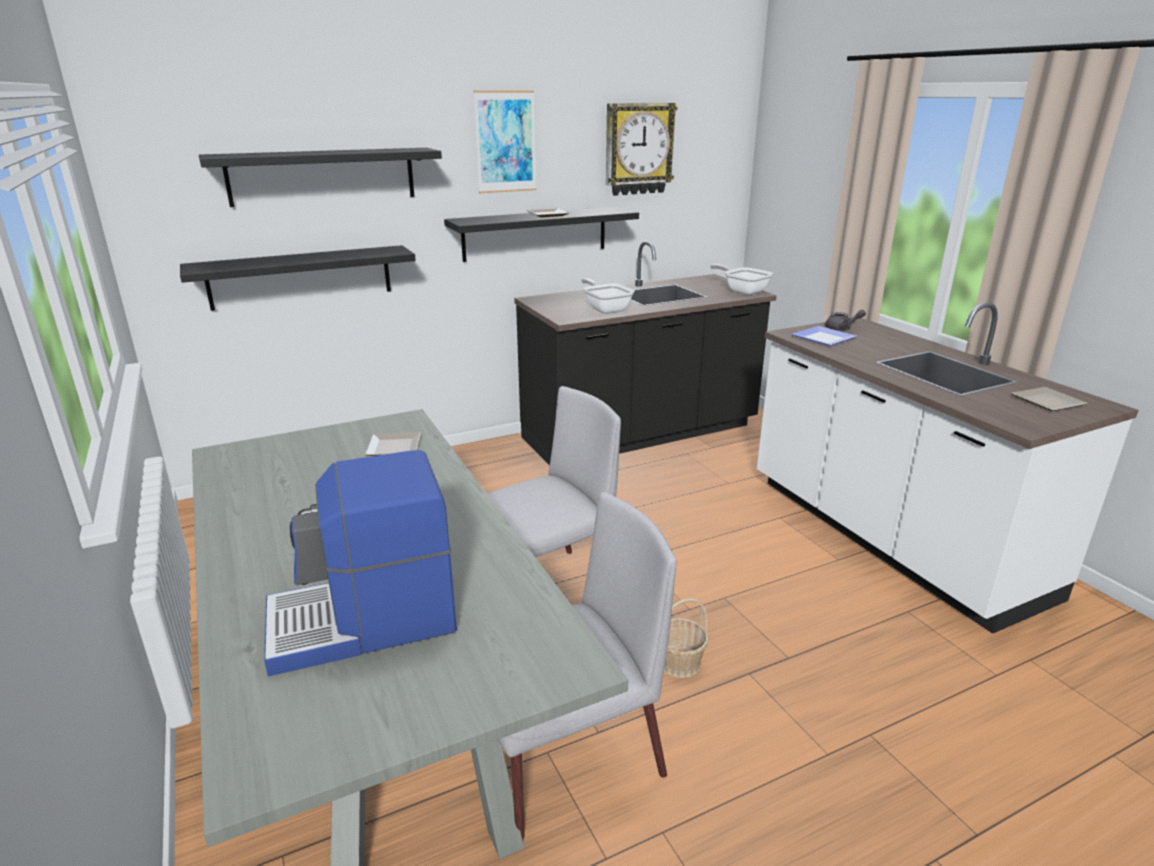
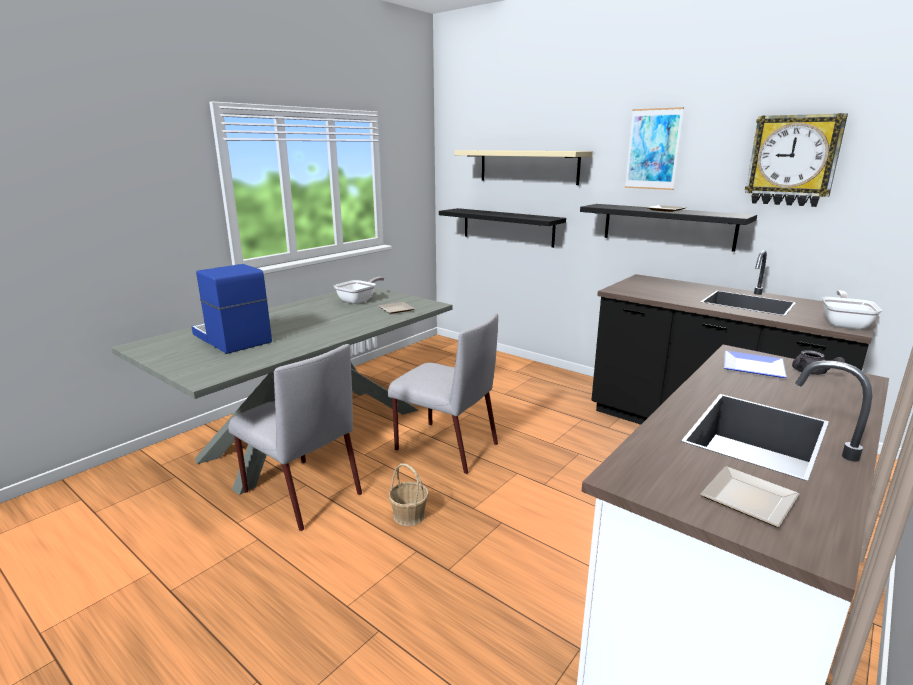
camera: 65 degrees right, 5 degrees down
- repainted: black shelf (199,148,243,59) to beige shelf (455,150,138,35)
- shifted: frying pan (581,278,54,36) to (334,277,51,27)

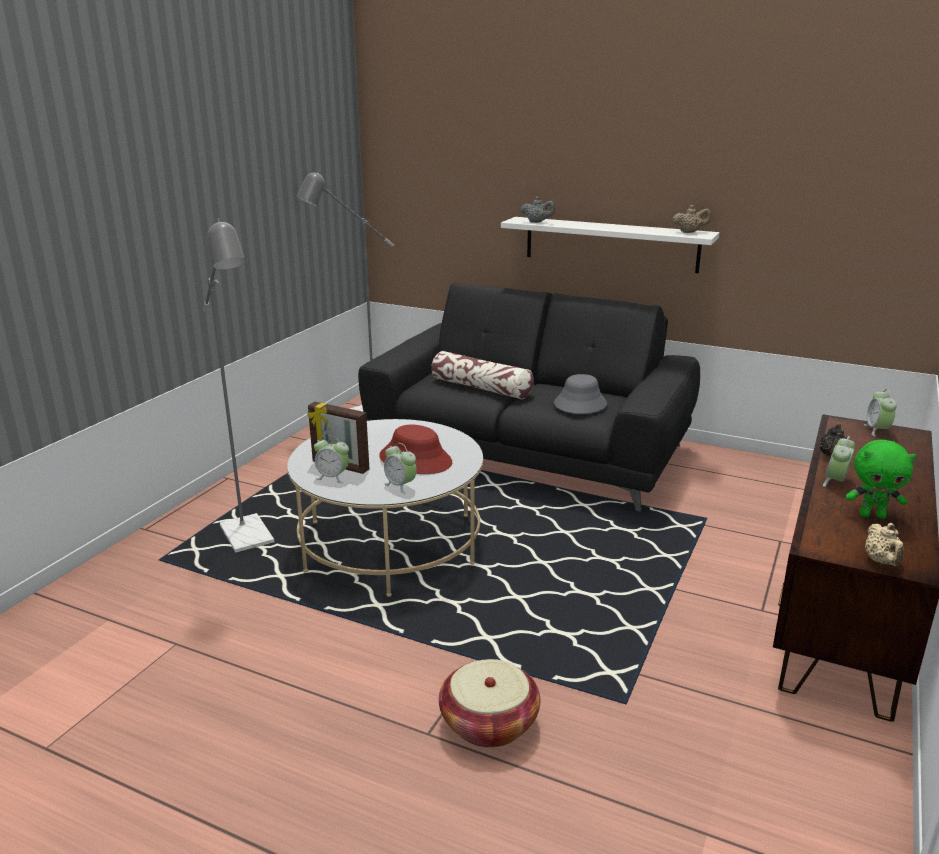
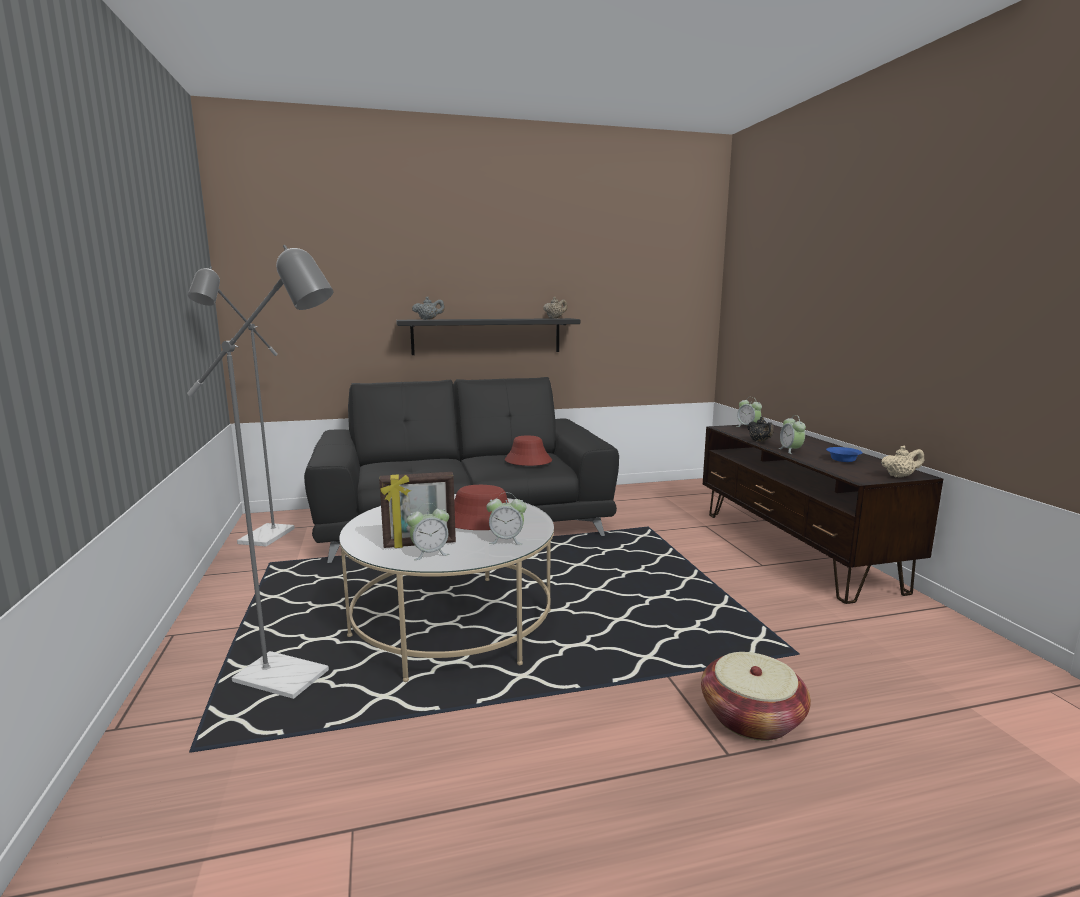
camera: 40 degrees left, 10 degrees down
- gone: pillow (431,351,103,48)
- repainted: white shelf (501,217,218,56) to black shelf (396,318,184,37)
- repainted: grey hat (554,374,53,40) to red hat (505,436,47,30)
- swapped: green plush toy (846,440,70,79) to blue bowl (826,447,37,15)
- rotated: beige teapot (865,523,39,43) = (881,446,43,32) 60 degrees counterclockwise

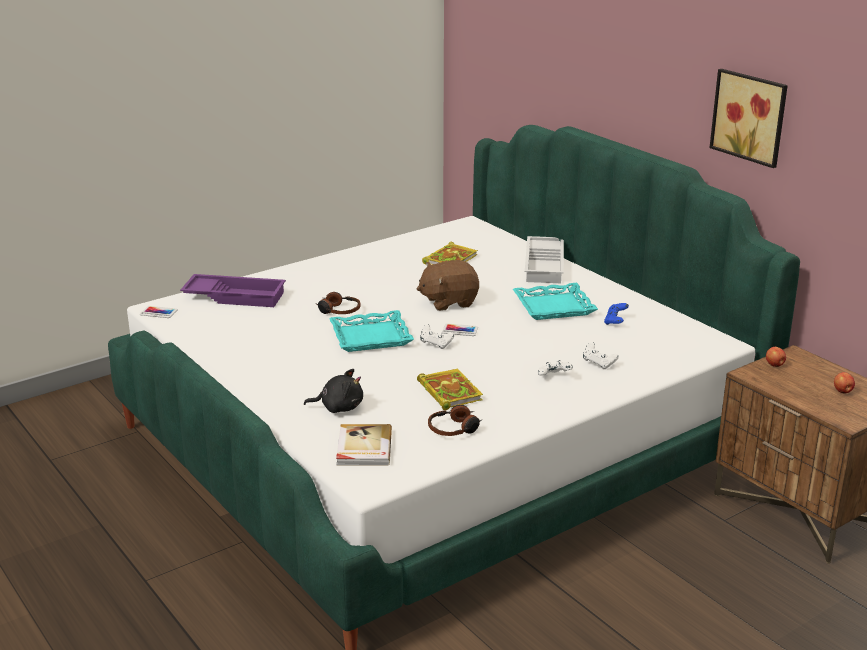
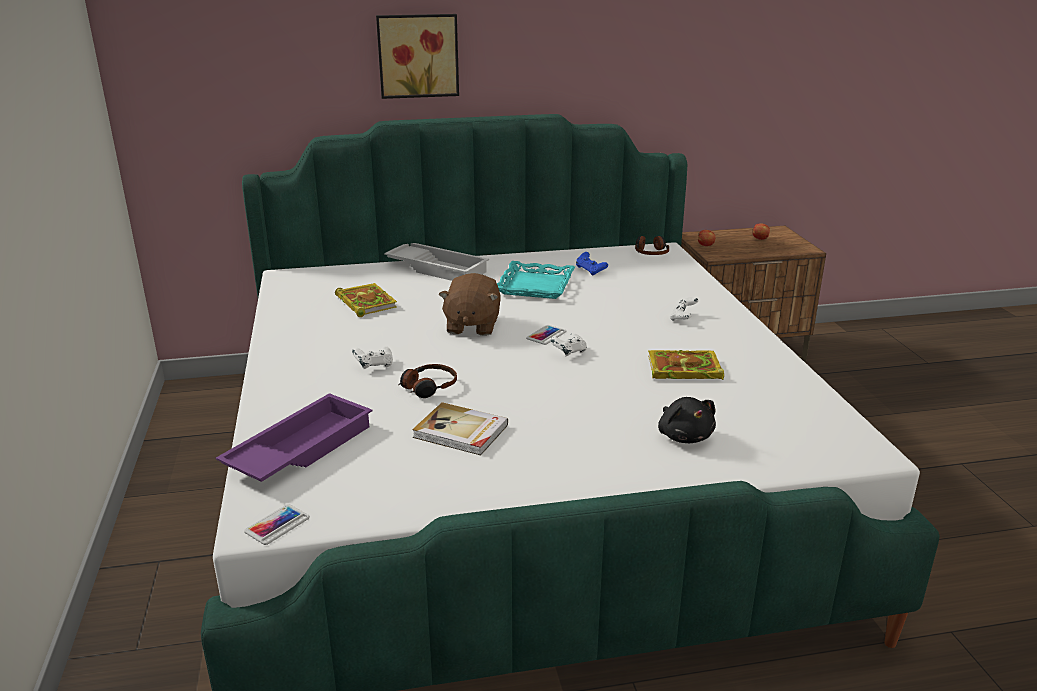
camera: 65 degrees left, 0 degrees up
- rotated: black plush toy (304,369,59,44) = (658,397,58,46) 135 degrees clockwise
- gone: turquoise tray (329,310,85,42)
- shifted: book (336,424,56,42) to (412,402,96,53)
- shifted: headphones (428,405,54,31) to (635,236,34,19)
- shifted: white game controller (583,342,36,27) to (352,346,41,23)
- shifted: picture (710,69,78,99) to (376,14,83,85)

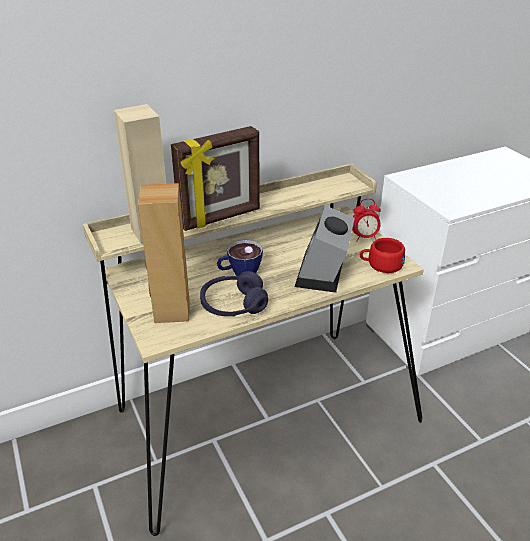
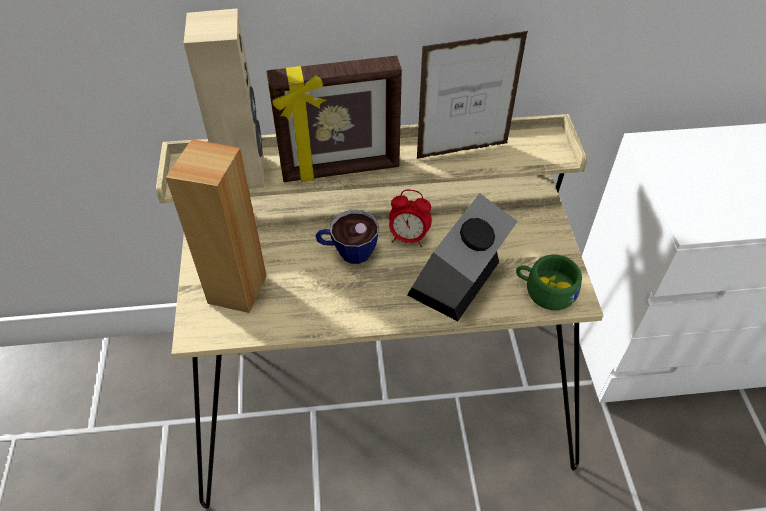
camera: 20 degrees right, 15 degrees up
- gone: purple headphones (200,271,68,46)
- shifted: alarm clock (352,199,29,42) to (389,190,43,57)
- repainted: red cup (360,238,45,35) to green cup (516,254,66,56)
- new: picture frame (417,31,111,128)

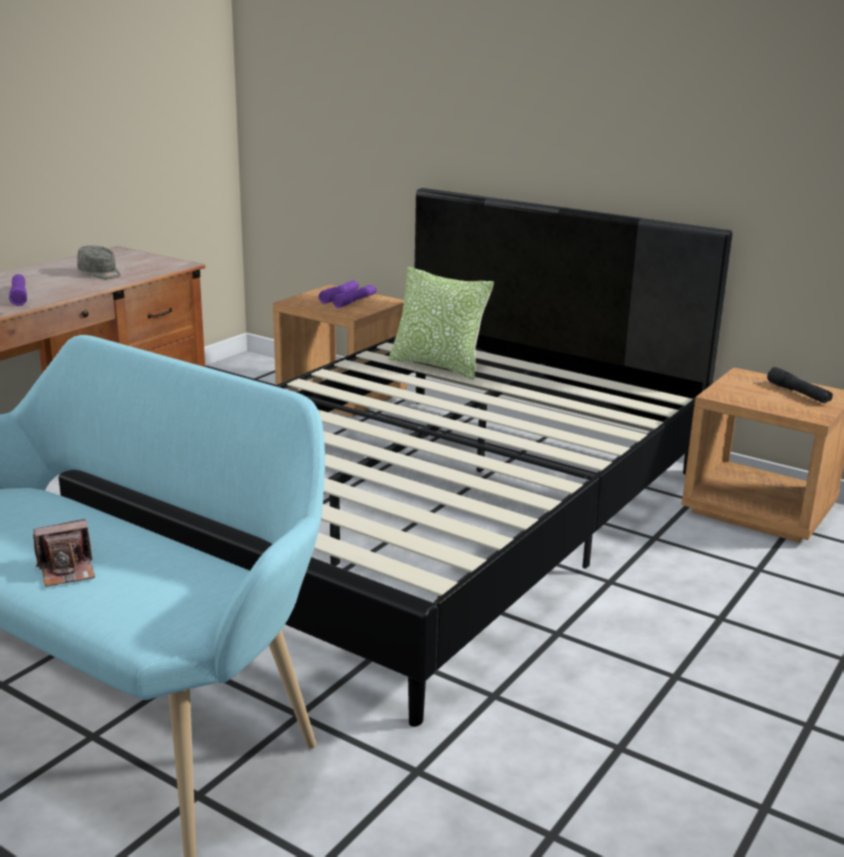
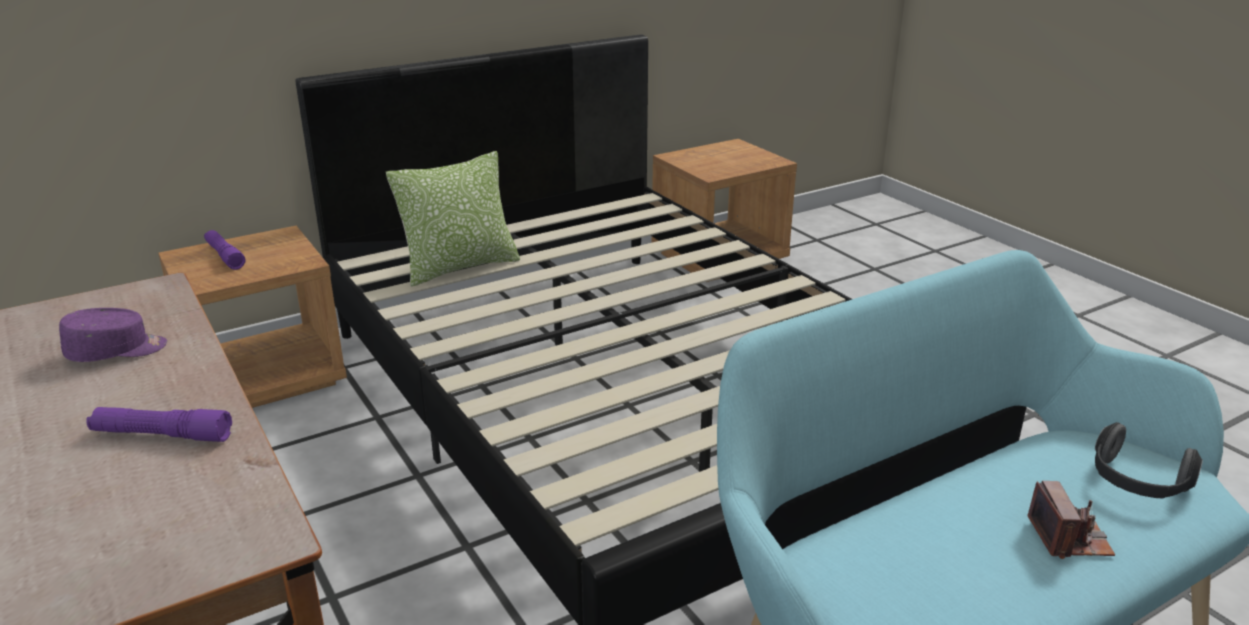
camera: 65 degrees left, 5 degrees up
- repainted: grey cap (77,245,44,34) to purple cap (59,308,108,54)
- gone: purple flashlight (332,285,45,23)
- gone: black flashlight (767,367,66,36)
- new: headphones (1095,422,108,76)

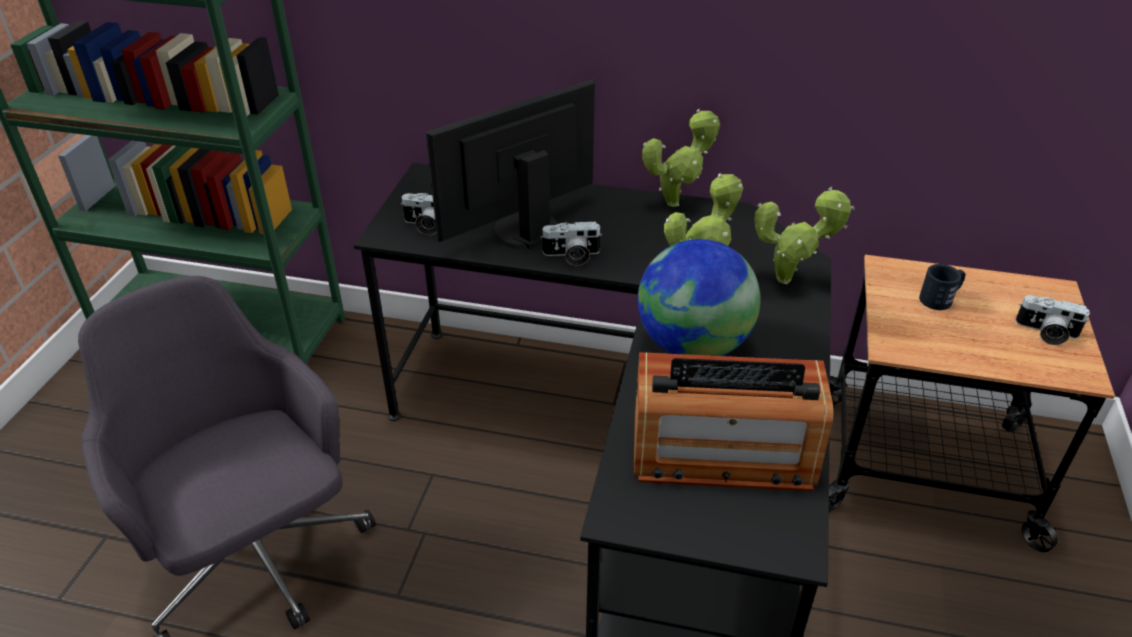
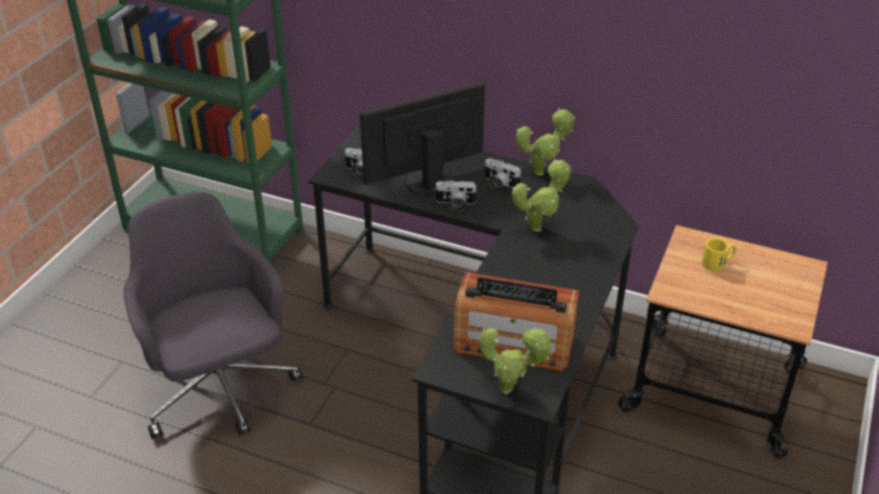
camera: 10 degrees right, 0 degrees up
- gone: globe (638,239,123,117)
- shifted: potted plant (754,187,101,97) to (480,327,74,67)
- repainted: black mug (919,264,46,46) to yellow mug (702,238,34,33)
- shifted: photo camera (1015,295,75,50) to (485,158,36,33)

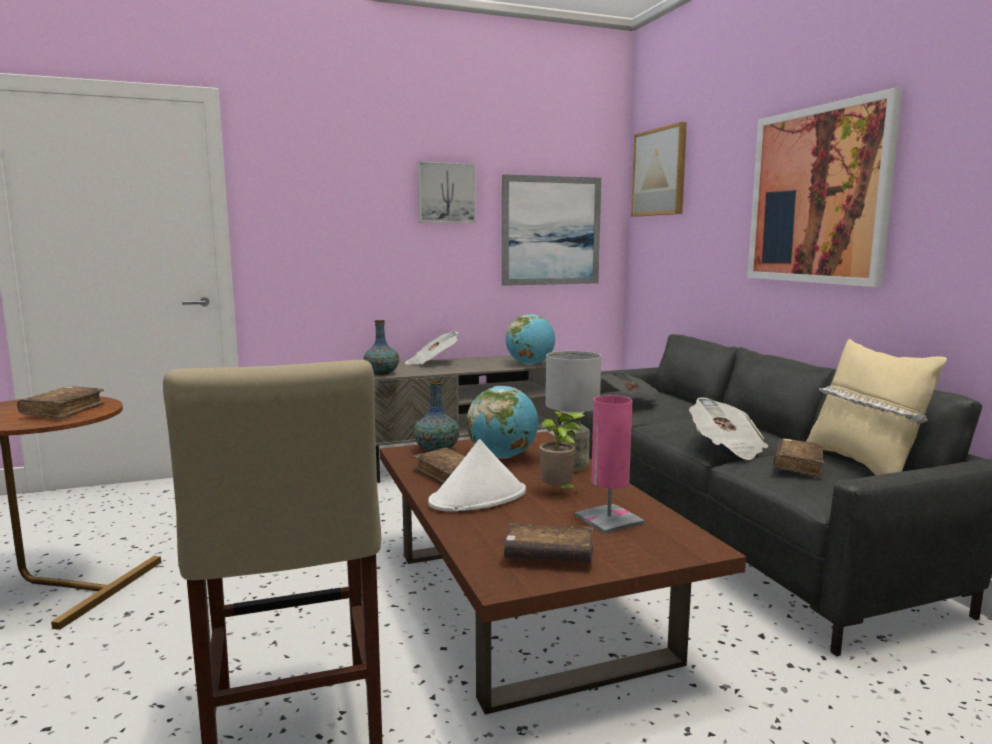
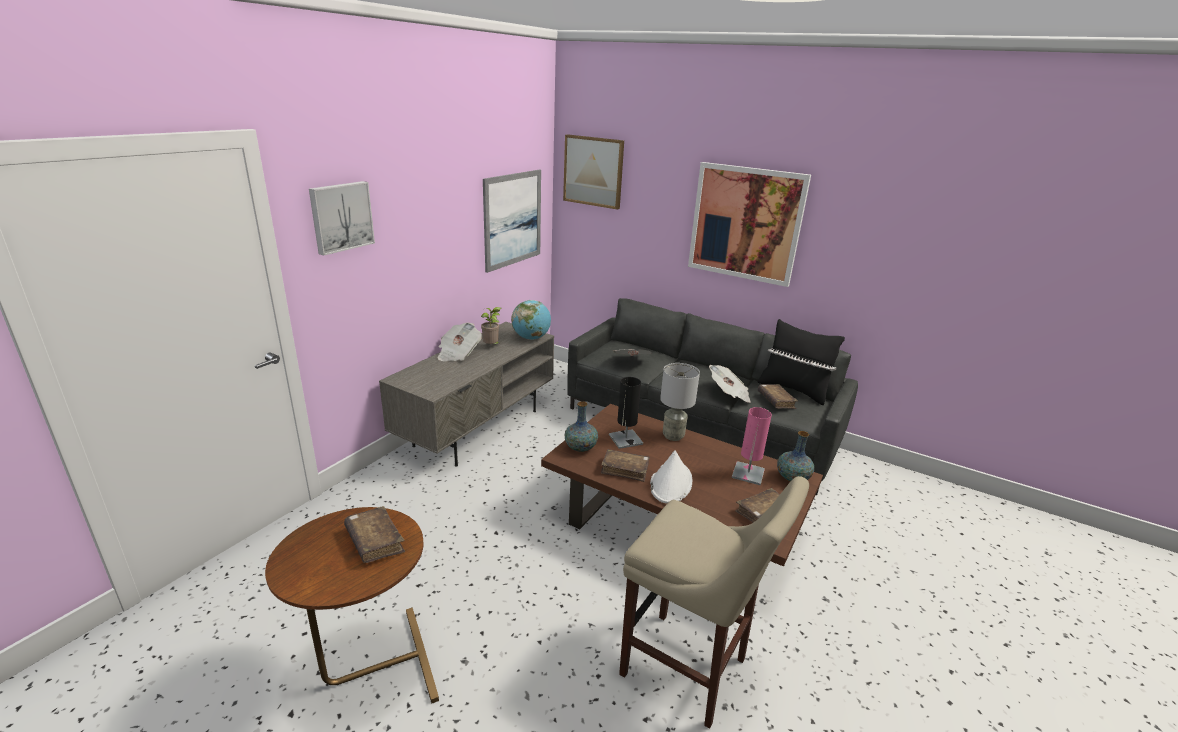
camera: 40 degrees left, 15 degrees up
- shifted: vase (363,320,36,55) to (777,431,37,51)
- shifted: picture (418,161,58,62) to (309,181,66,75)
- swapped: globe (467,386,71,72) to black table lamp (609,377,34,72)
- shifted: potted plant (539,412,46,78) to (481,307,20,37)
- repainted: beige pillow (806,339,141,136) to black pillow (757,319,88,86)

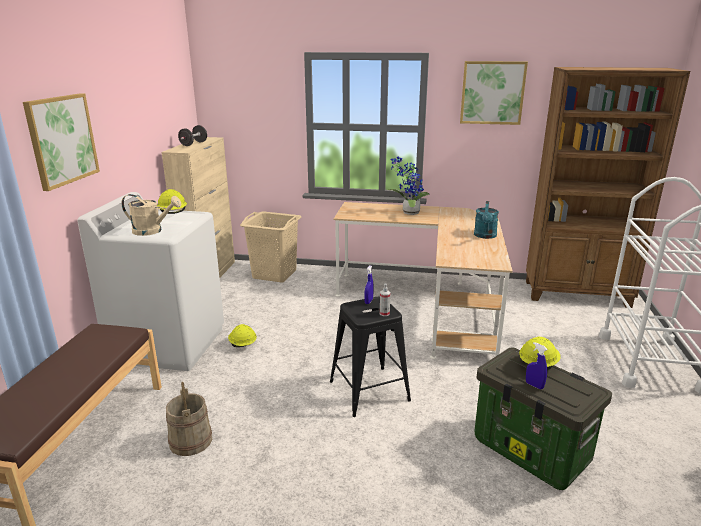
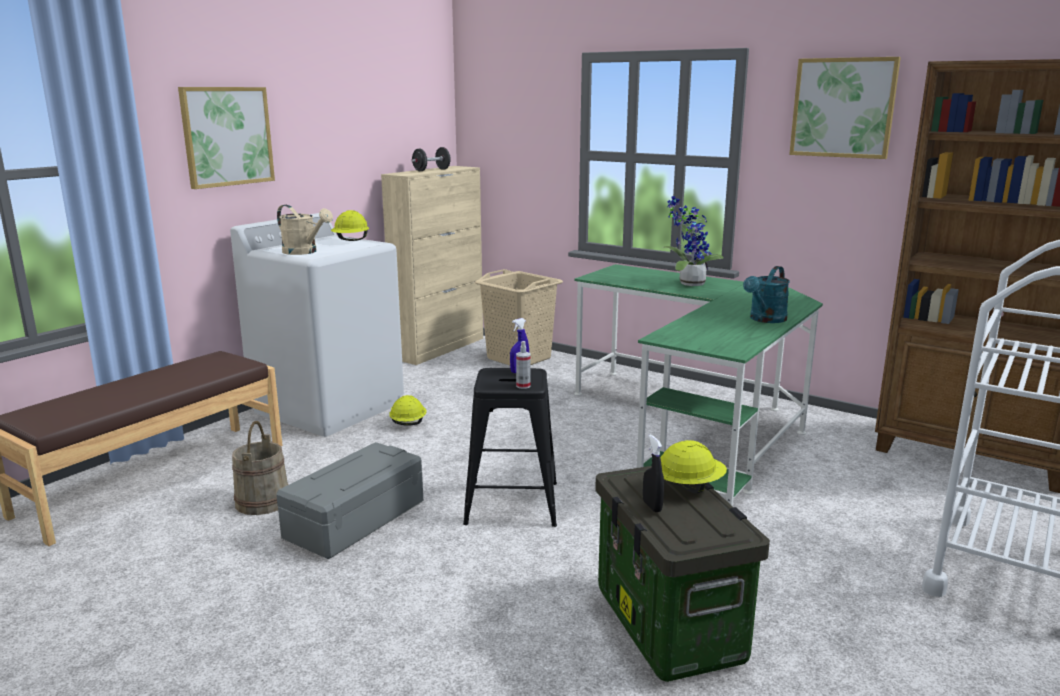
camera: 25 degrees right, 5 degrees down
- repainted: beige desk (334,202,179,157) to green desk (574,264,249,242)
- repainted: blue spray bottle (526,342,21,47) to black spray bottle (643,434,21,78)
- new: grey storage box (276,442,147,117)

